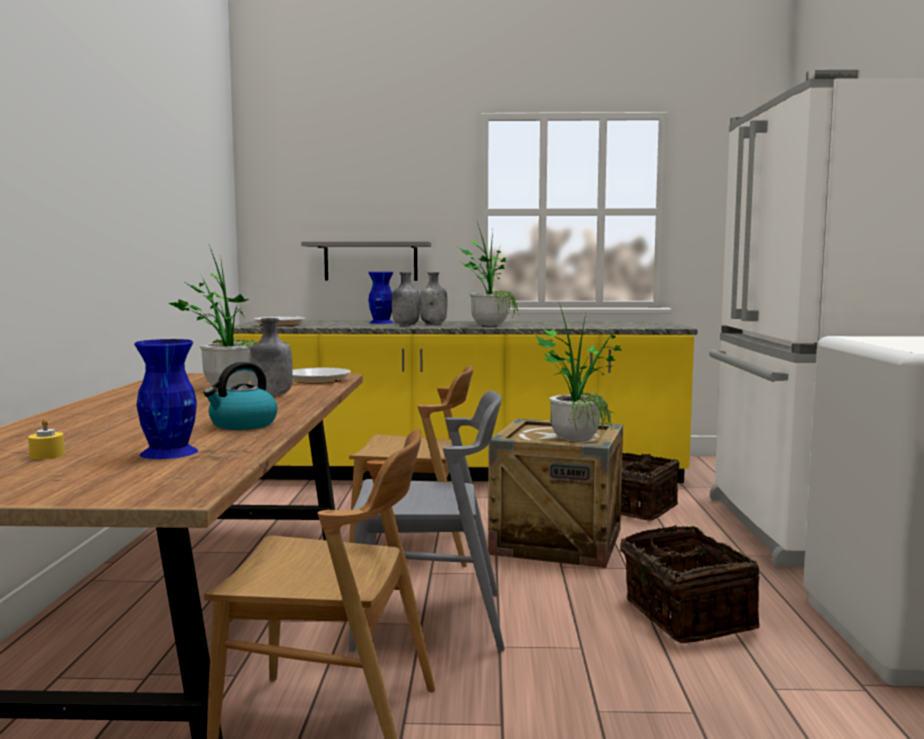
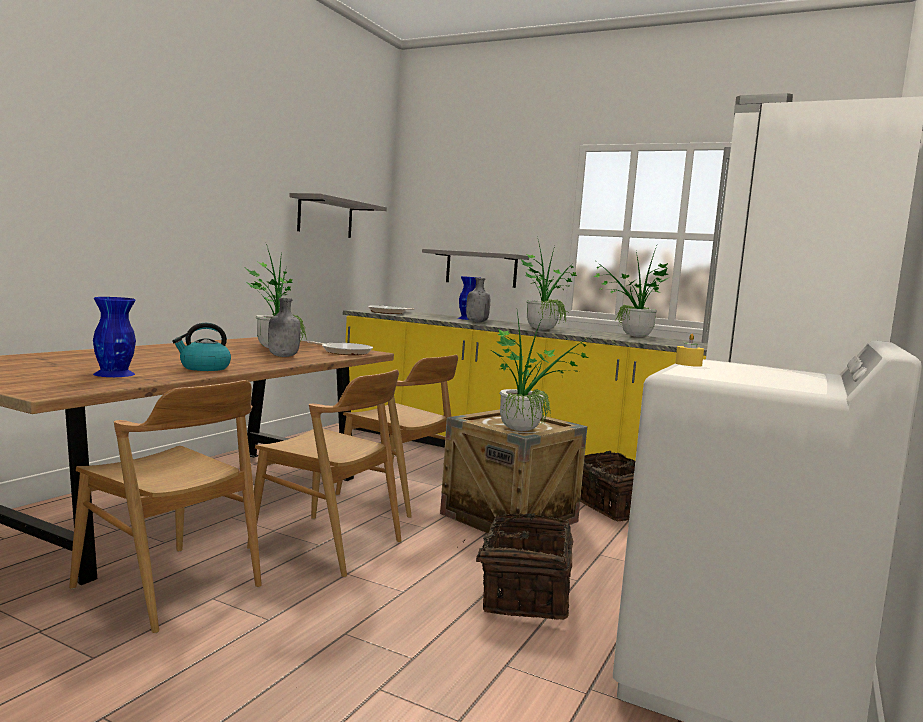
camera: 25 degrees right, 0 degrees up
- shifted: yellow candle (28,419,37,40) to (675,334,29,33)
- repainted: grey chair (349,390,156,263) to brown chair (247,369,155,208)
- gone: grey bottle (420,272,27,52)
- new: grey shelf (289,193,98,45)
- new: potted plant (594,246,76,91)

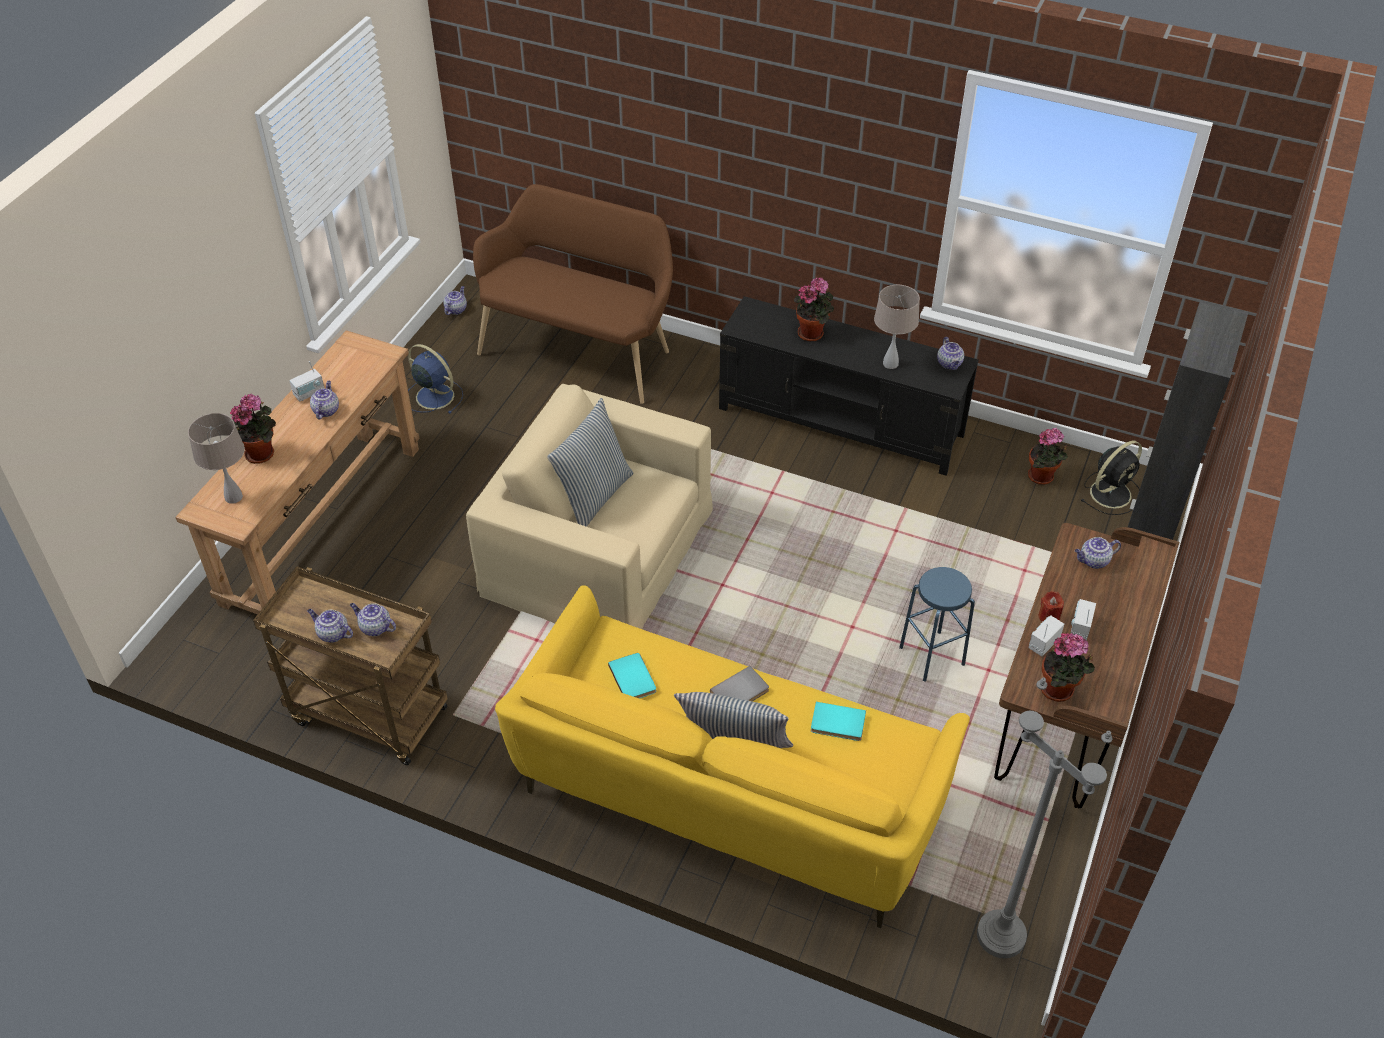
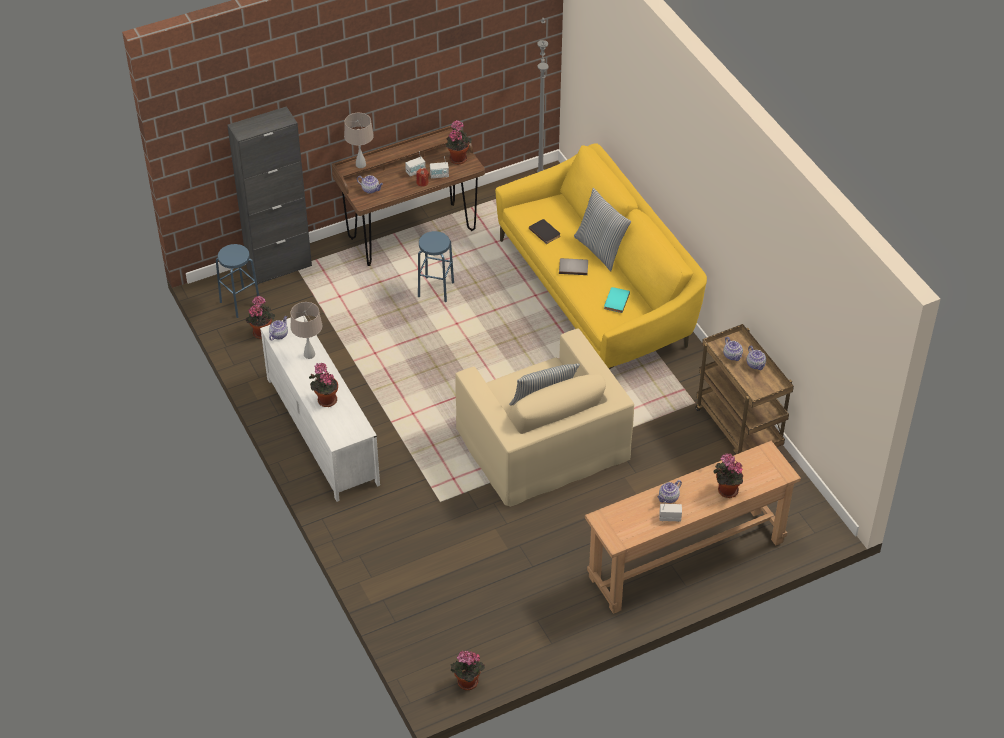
camera: 140 degrees left, 0 degrees up
- shifted: beige table lamp (188,413,57,91) to (344,113,30,55)
- gone: blue fan (408,344,55,70)
- swapped: teapot (443,286,24,29) to potted plant (450,651,35,39)
- gone: brown bench (473,184,200,220)
- repainted: black tv stand (719,296,260,180) to white tv stand (260,316,120,186)
- repainted: turquoise book (811,702,55,39) to black book (529,219,31,25)
- swapped: black fan (1080,440,62,75) to blue stool (216,244,43,74)

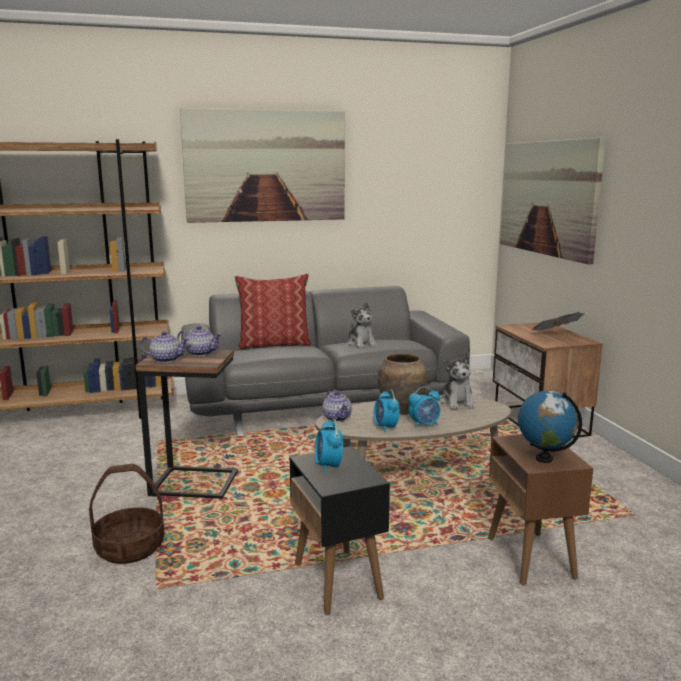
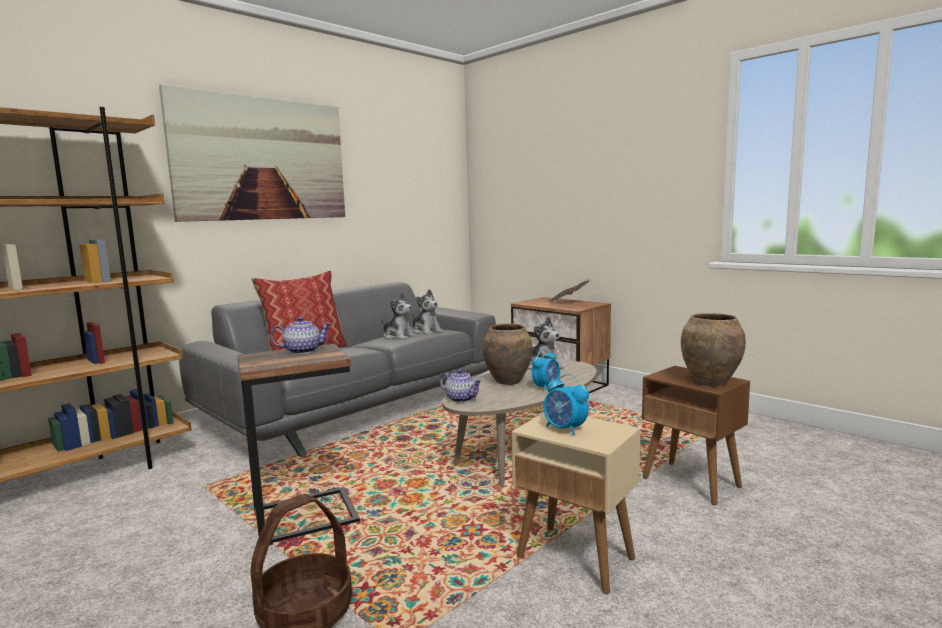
camera: 30 degrees left, 5 degrees down
- gone: teapot (140,331,49,32)
- repainted: black side table (290,446,100,169) to beige side table (512,413,129,181)
- gone: alarm clock (374,389,26,44)
- gone: picture (500,138,106,126)
- swapped: globe (518,391,64,72) to brown vase (681,313,65,73)
- new: plush toy (412,289,31,46)

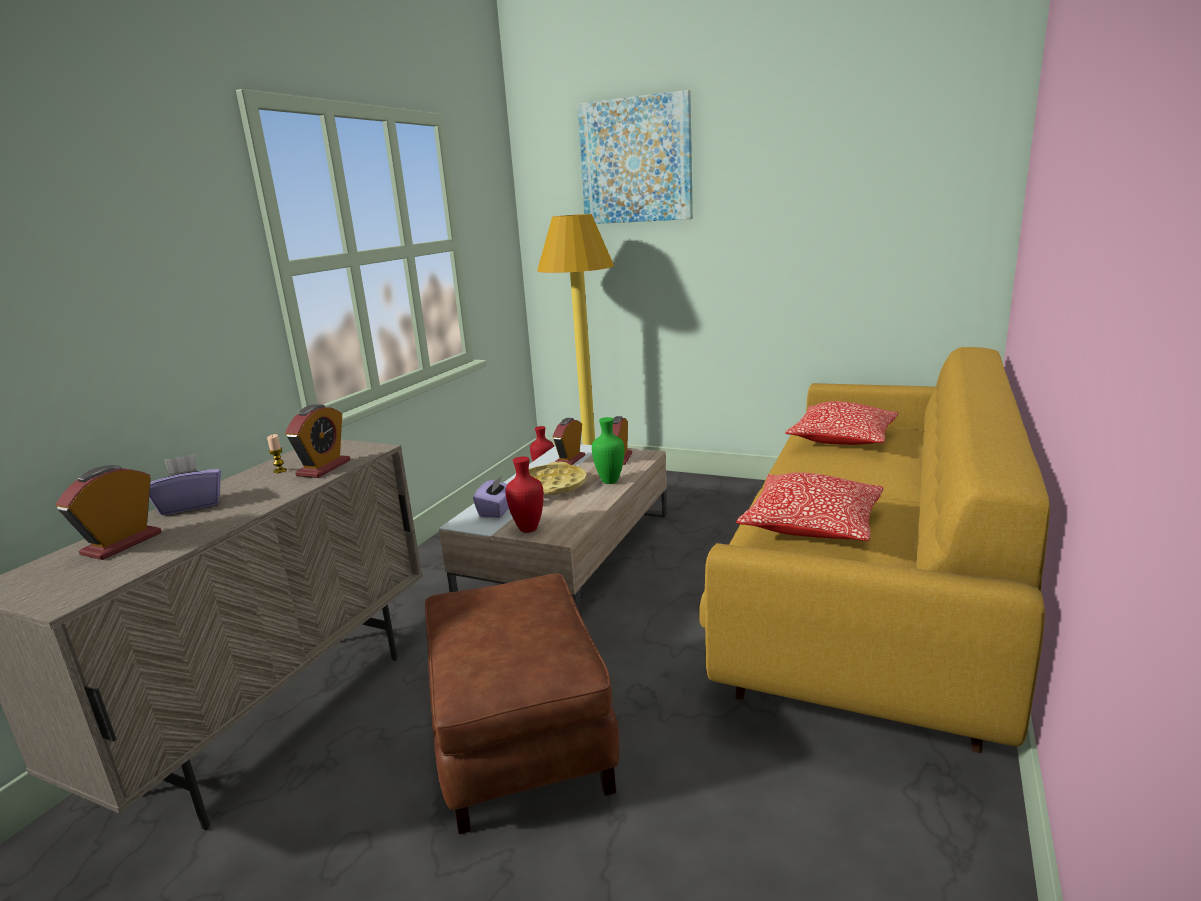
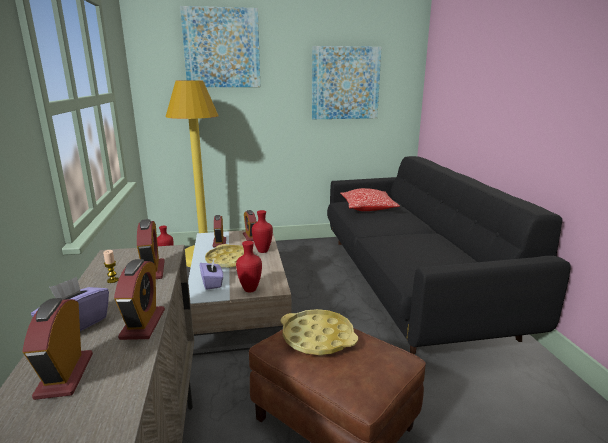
camera: 35 degrees left, 0 degrees up
- repainted: green vase (592,417,32,67) to red vase (252,210,21,43)
- repainted: yellow sofa (699,347,351,406) to black sofa (327,156,244,198)
- gone: pillow (736,472,148,69)
- new: alarm clock (114,259,51,81)
- new: yellow tray (281,309,77,47)
- new: picture (312,46,69,73)

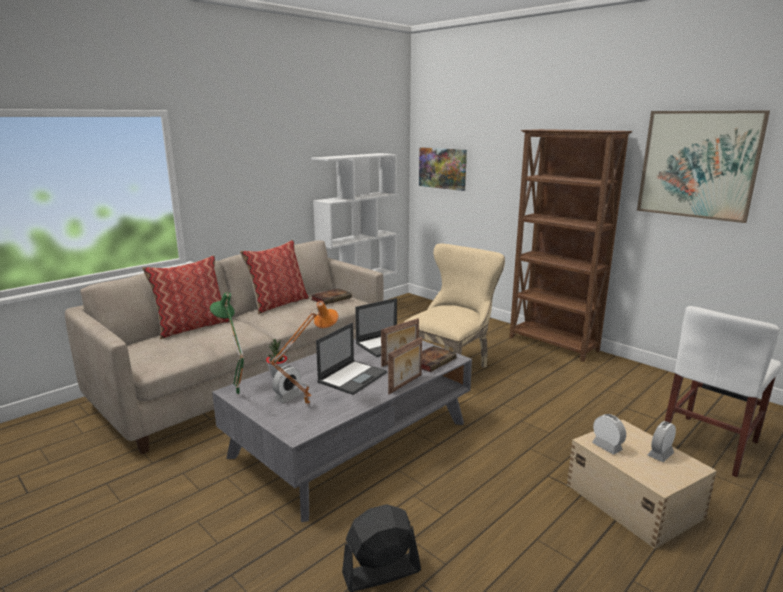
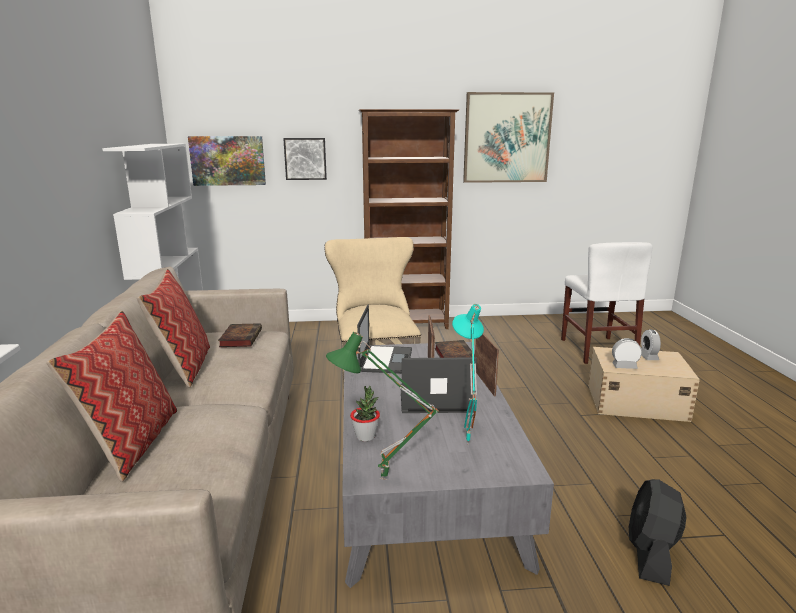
camera: 50 degrees left, 0 degrees up
- repainted: orange table lamp (270,301,69,105) to turquoise table lamp (452,304,32,139)
- gone: alarm clock (272,366,29,37)
- rotated: laptop (316,323,71,72) = (400,357,77,56) 75 degrees counterclockwise
- new: picture (283,138,44,42)

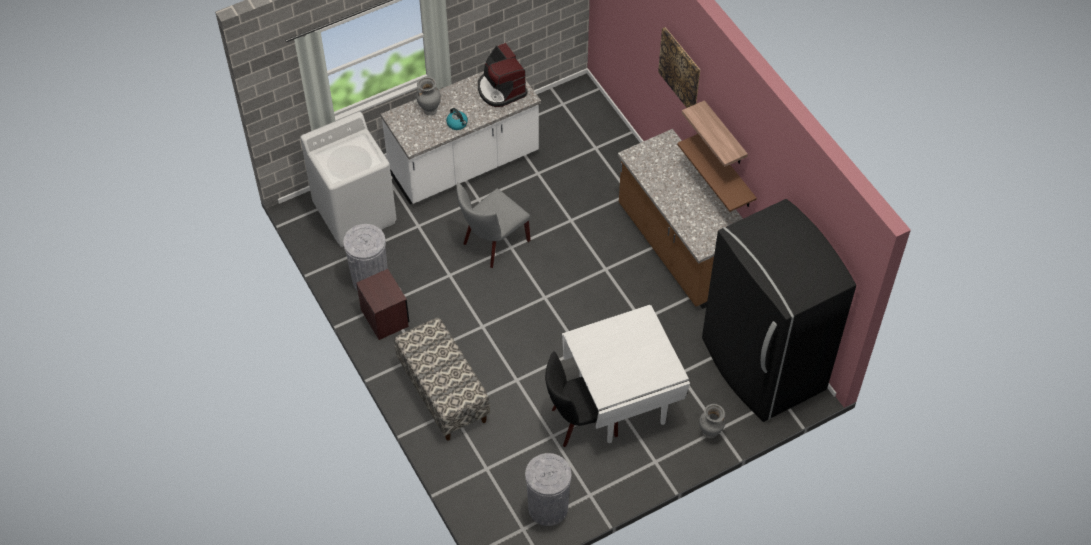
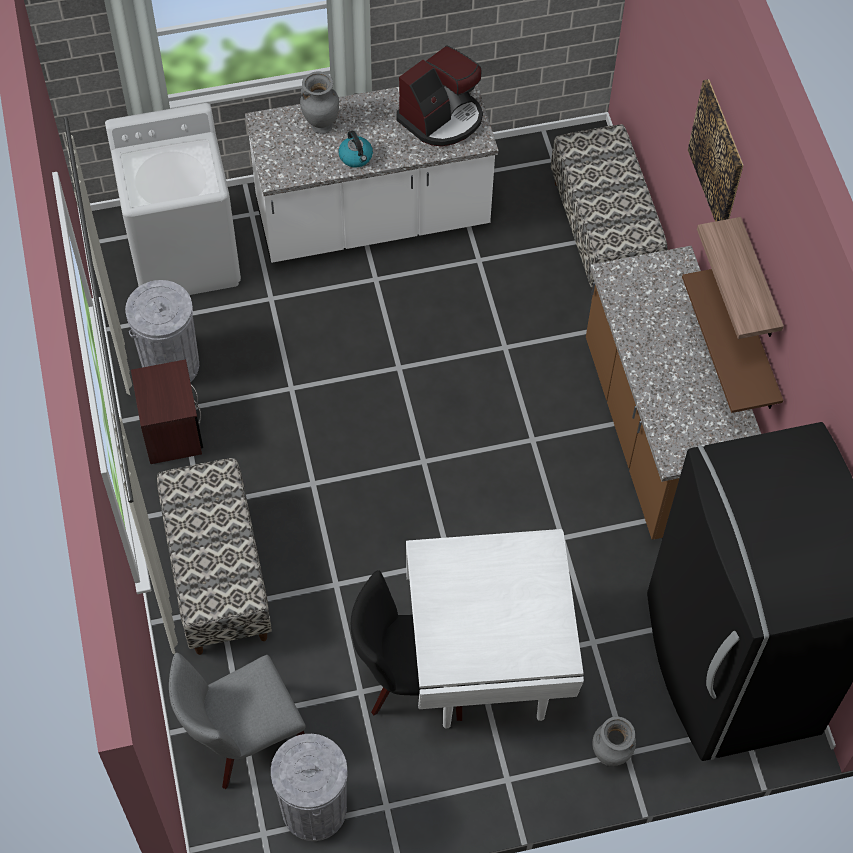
camera: 15 degrees right, 5 degrees up
- shifted: grey chair (456,182,75,86) to (169,653,137,136)
- rotated: coffee machine (478,43,50,64) = (397,46,86,101) 120 degrees counterclockwise
- new: bench (551,124,116,163)

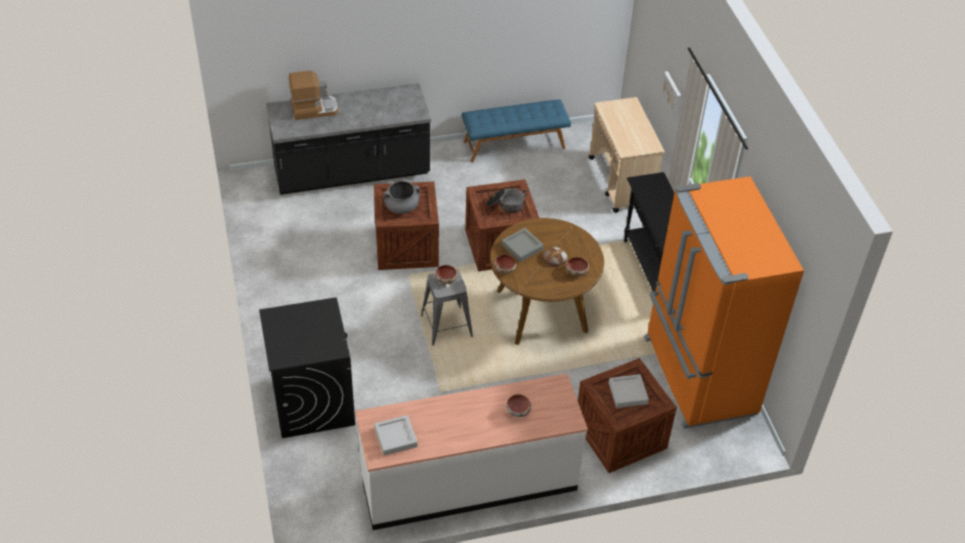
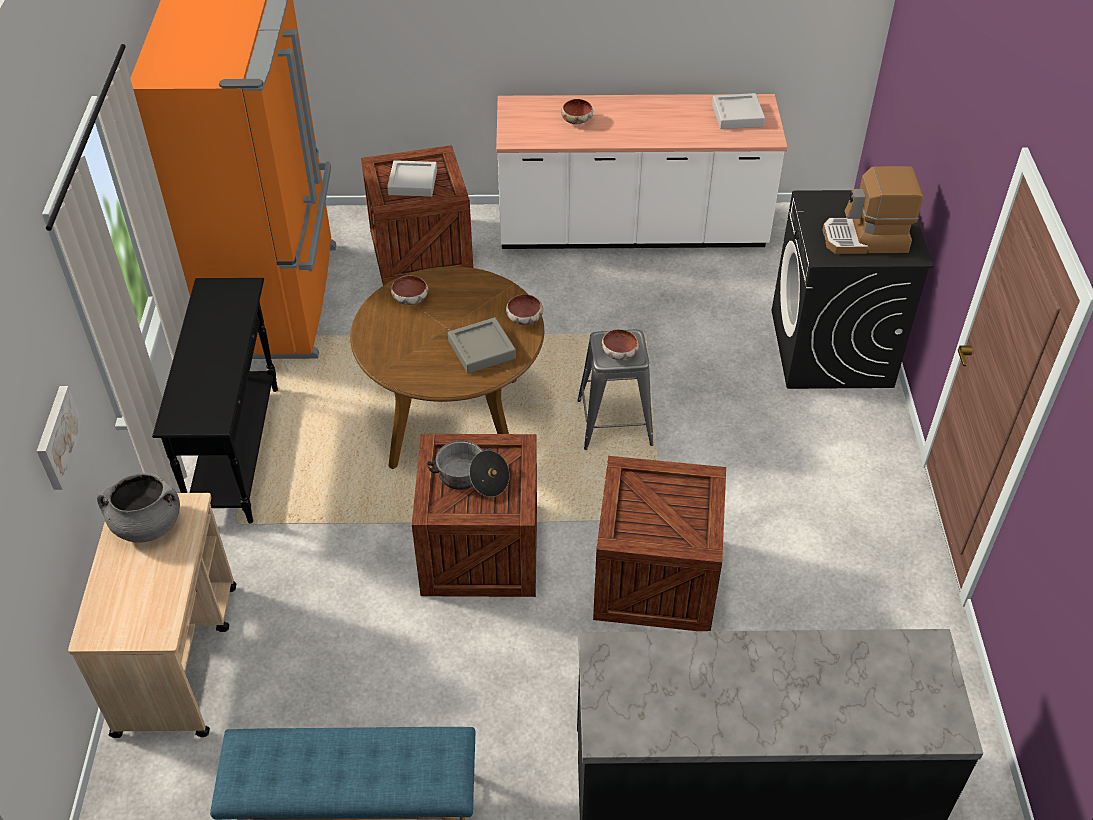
camera: 165 degrees left, 0 degrees up
- shifted: coffee machine (289,70,49,50) to (822,166,101,88)
- shifted: grey cooking pot (383,181,37,33) to (97,473,83,70)
- gone: bread (543,247,25,20)

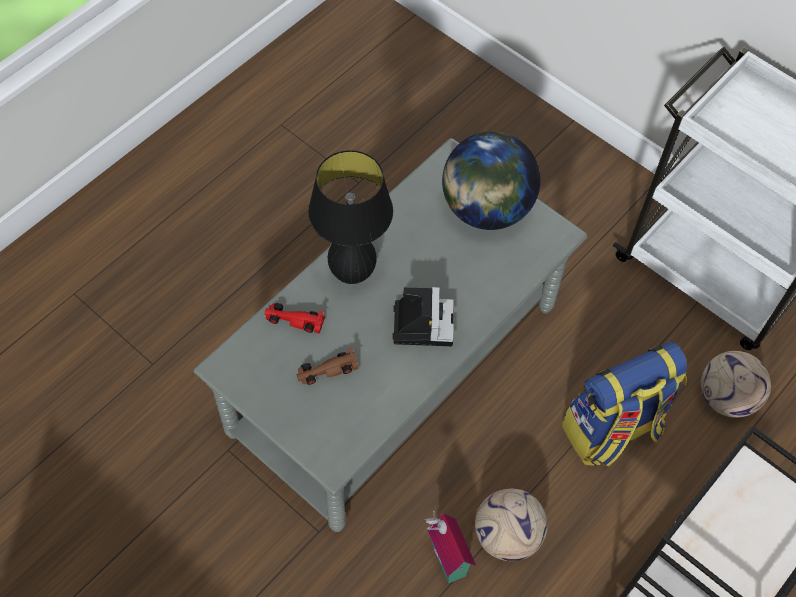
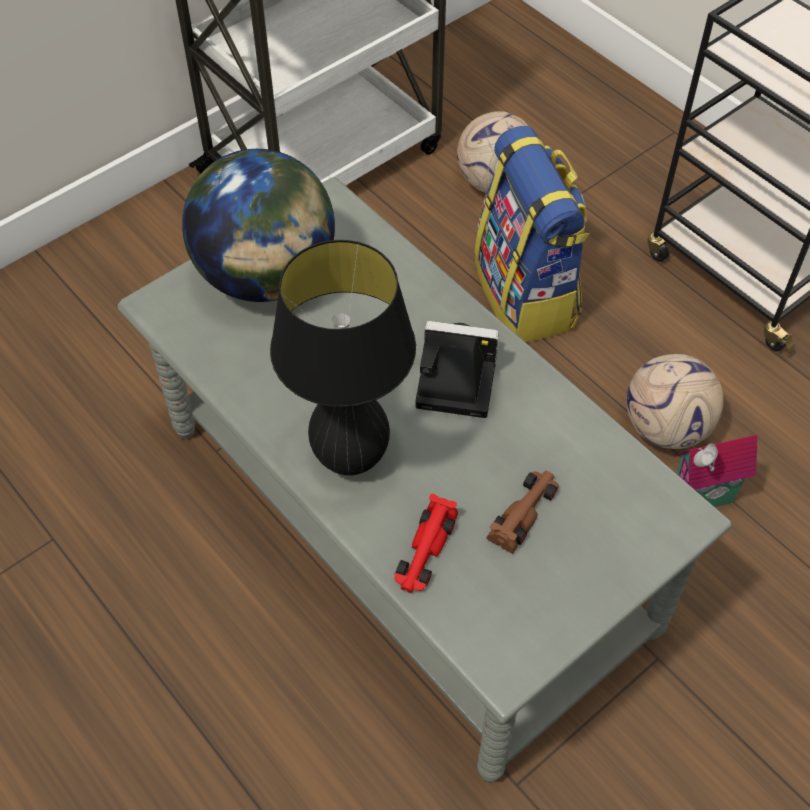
camera: 80 degrees left, 5 degrees down
- rotated: brown toy car (296,347,63,38) = (486,471,73,83) 135 degrees counterclockwise

